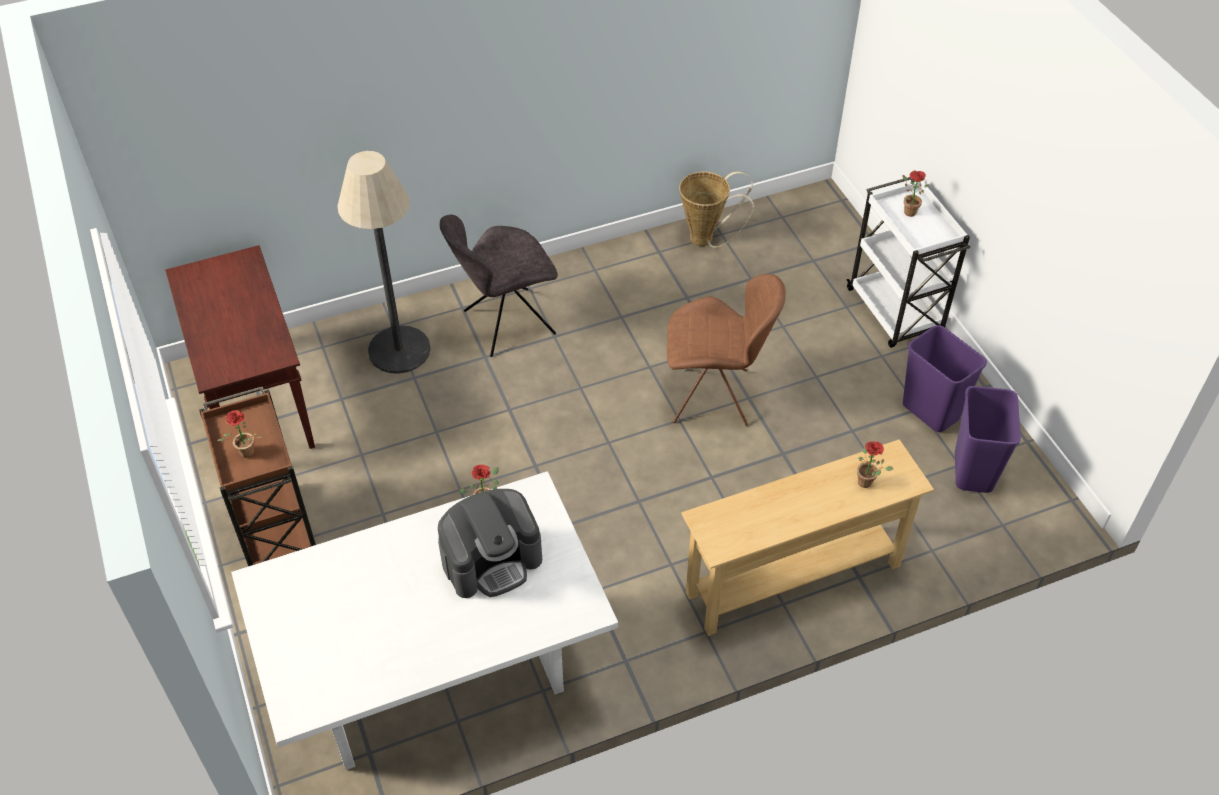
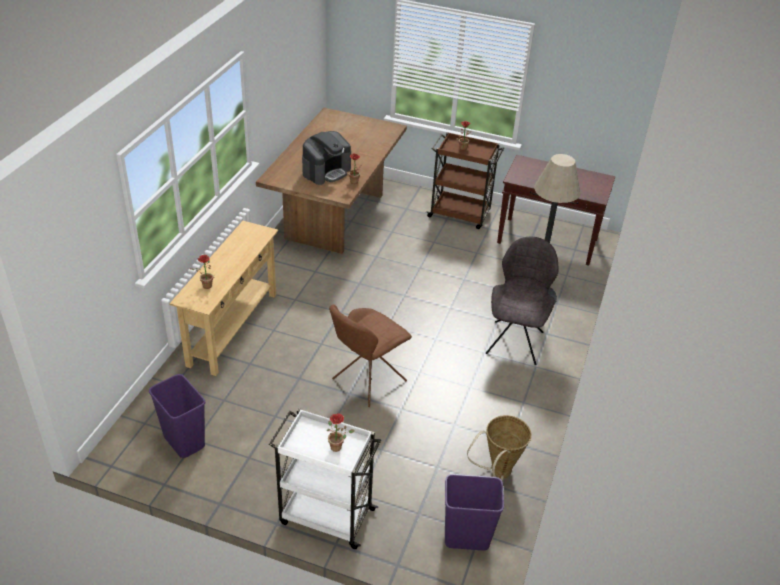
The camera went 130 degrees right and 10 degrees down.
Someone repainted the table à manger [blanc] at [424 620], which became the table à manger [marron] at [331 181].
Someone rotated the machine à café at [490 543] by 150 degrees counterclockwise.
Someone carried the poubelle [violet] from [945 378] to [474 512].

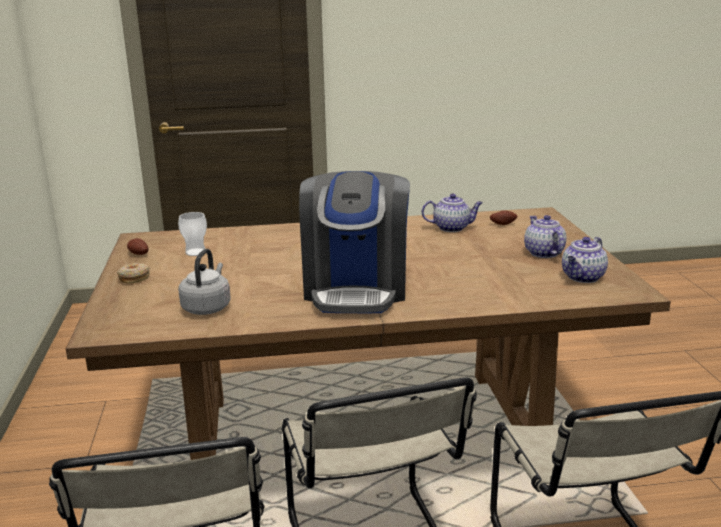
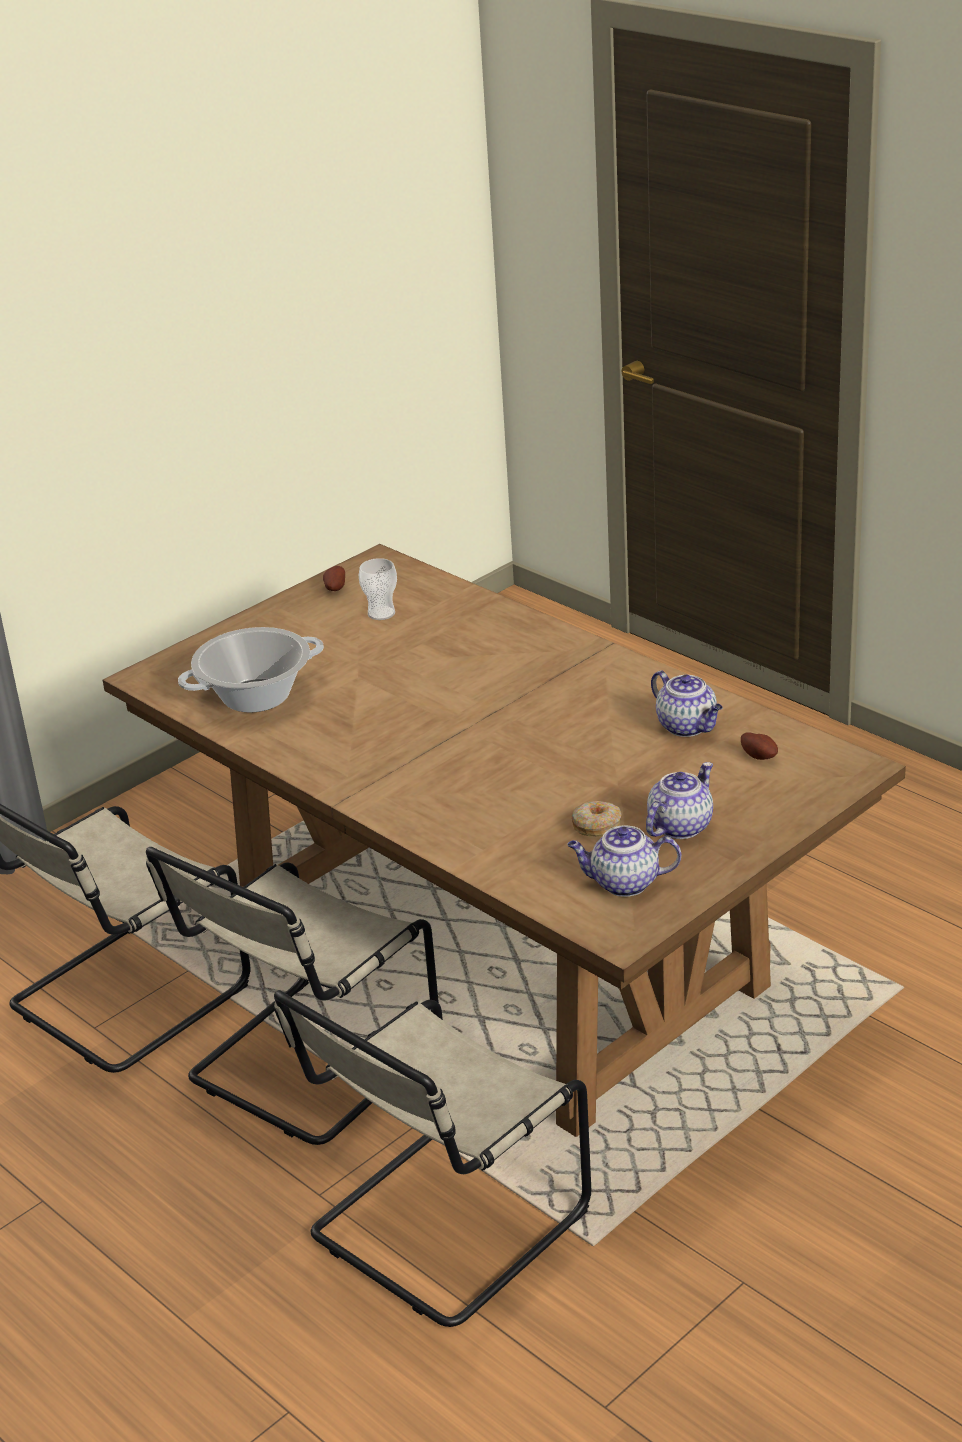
The camera went 55 degrees right and 10 degrees up.
Someone swapped the bouilloire [gris] at [204 282] for the marmite at [251 670].
Someone carried the beignet from [133 273] to [596 819].
Someone took away the machine à café at [354 242].

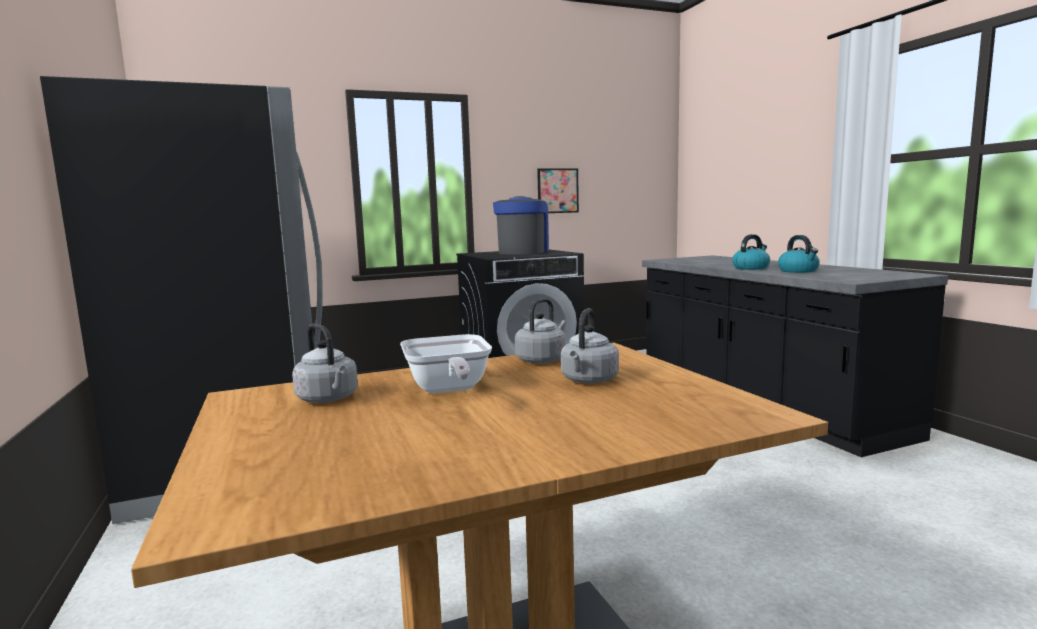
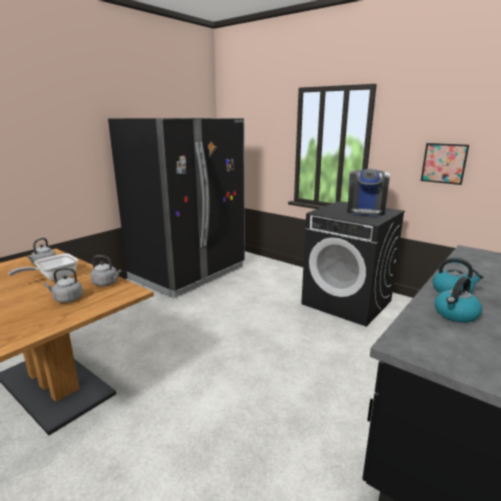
The camera went 60 degrees right and 10 degrees up.
Someone rotated the machine à café at [521 225] by 120 degrees clockwise.

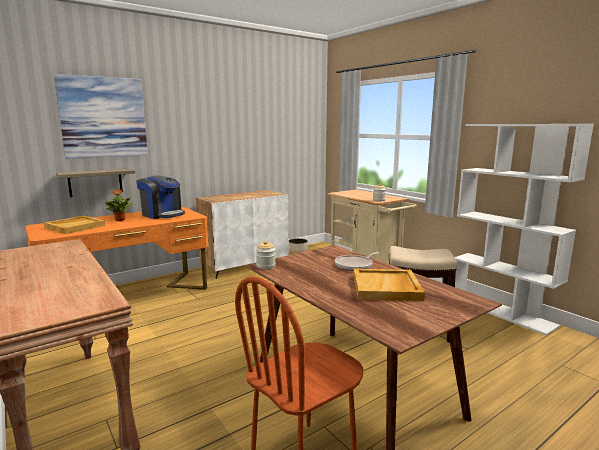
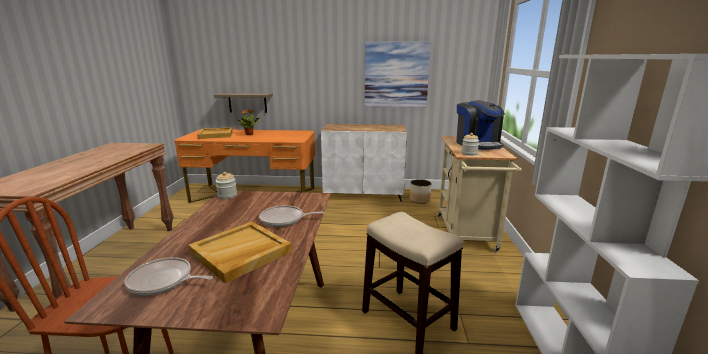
The camera went 40 degrees right and 5 degrees up.
Someone put down the poêle at [169 276].
Someone carried the tableau from [101 116] to [398 75].
Someone carried the machine à café from [160 197] to [480 125].

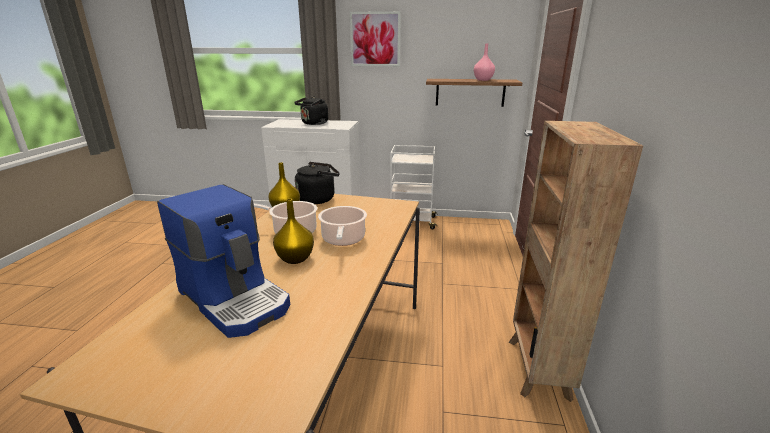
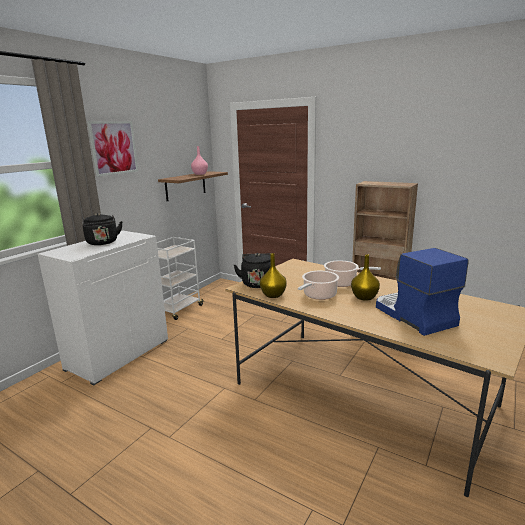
The camera went 65 degrees left and 5 degrees down.
Someone rotated the machine à café at [223 261] by 90 degrees counterclockwise.

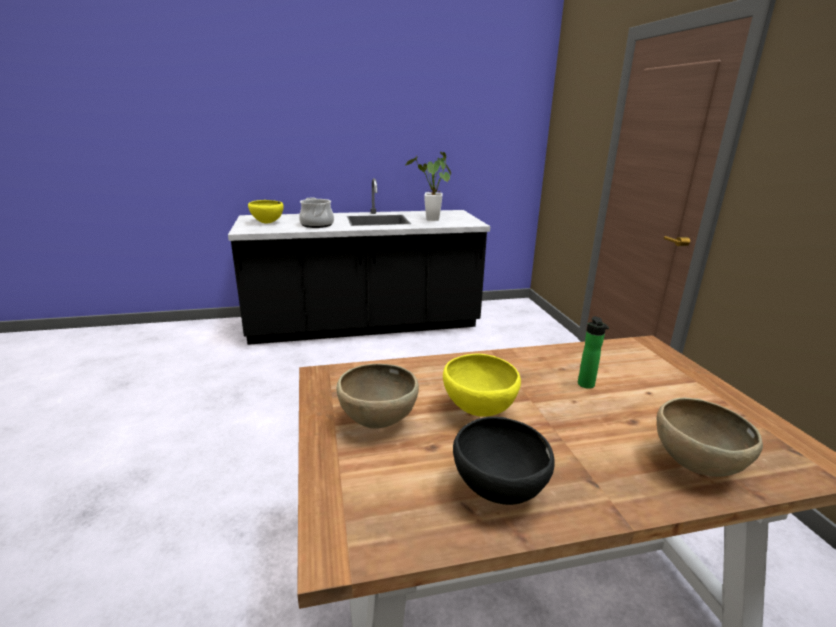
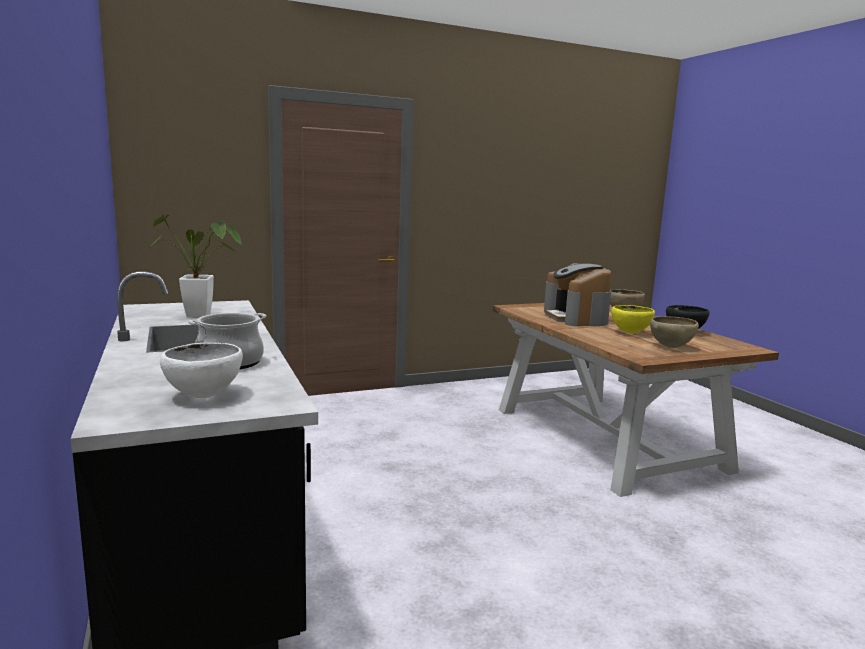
The camera went 100 degrees left and 10 degrees down.
Someone repainted the bol [jaune] at [266 212], which became the bol [blanc] at [201 370].
Someone swapped the bouteille at [593 352] for the machine à café at [578 294].

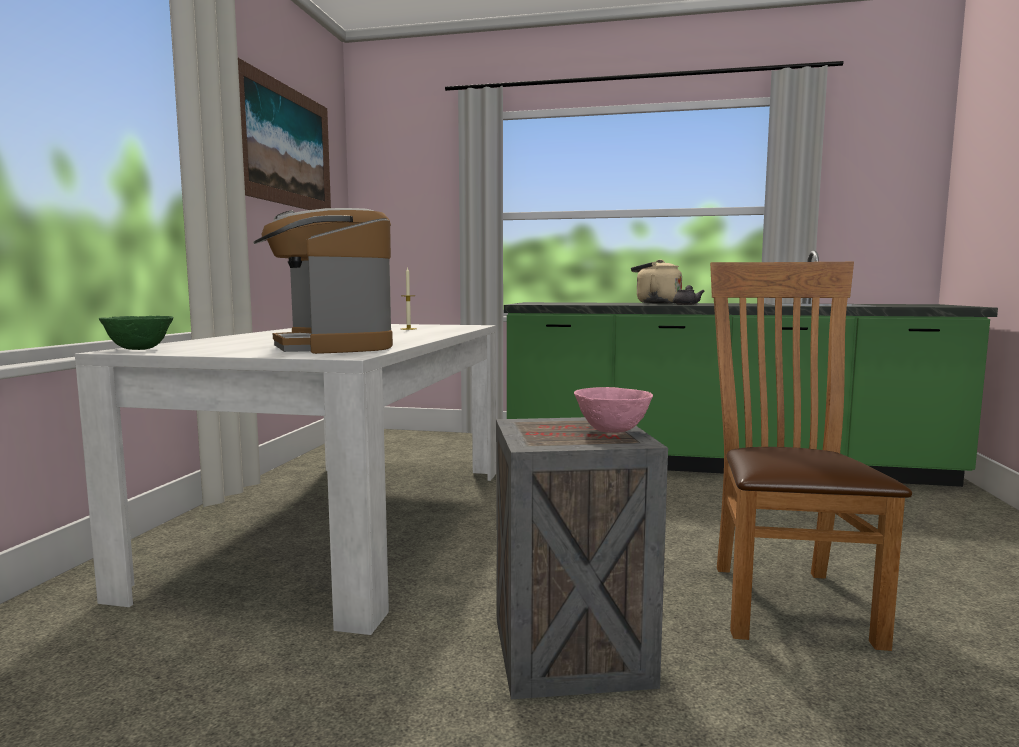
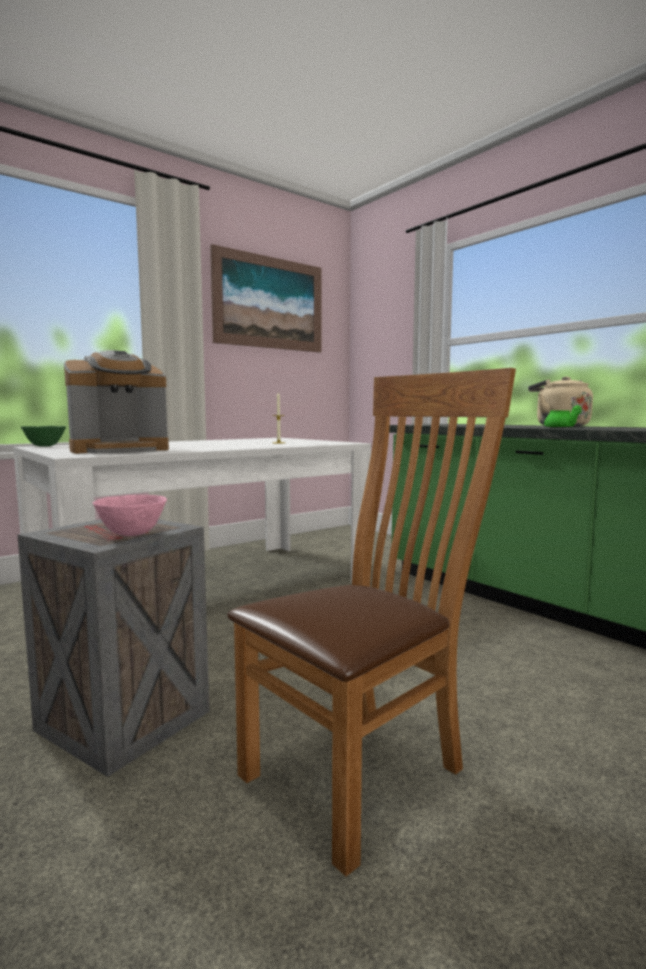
The camera went 40 degrees right and 0 degrees up.
Someone rotated the machine à café at [323 281] by 135 degrees counterclockwise.
Someone repainted the théière [gris] at [688 295], which became the théière [vert] at [563 416].

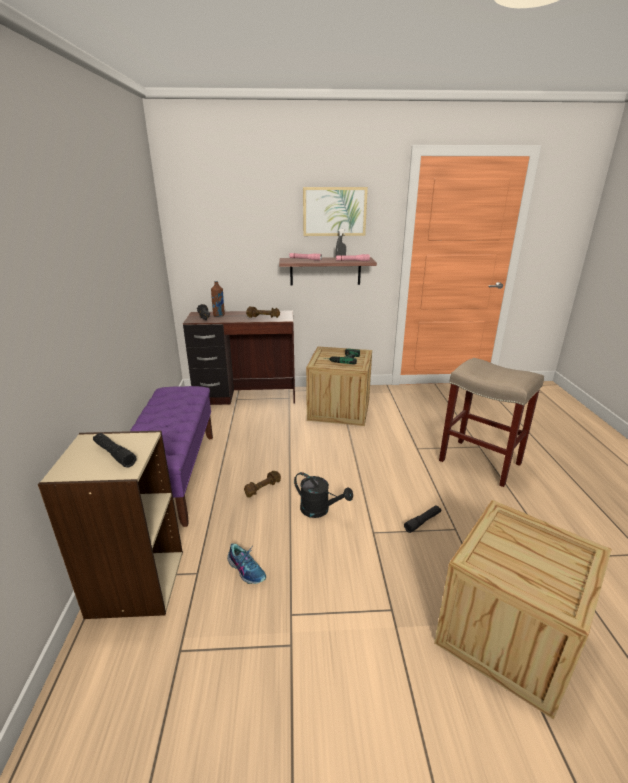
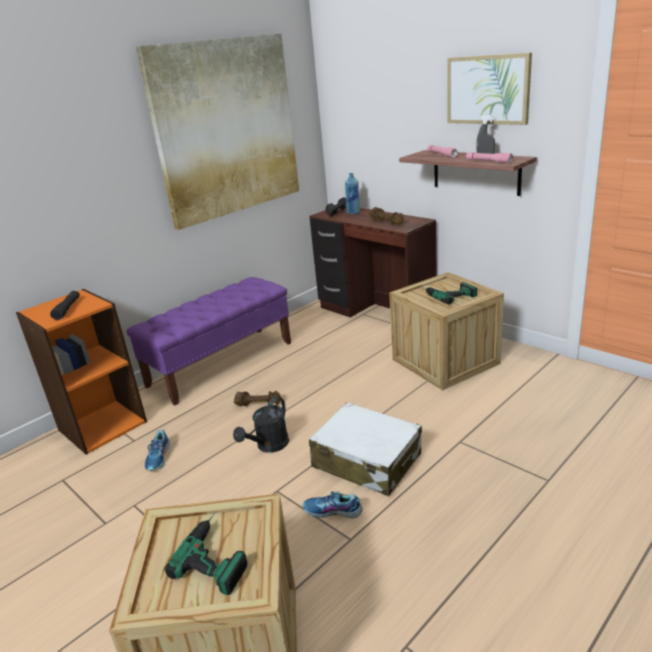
The camera went 50 degrees right and 0 degrees up.
Someone repainted the bibliothèque [beige] at [110 525], which became the bibliothèque [orange] at [81 372].
Someone put up the tableau at [217 131].
Someone put down the perceuse at [205 553].
Someone rotated the arrosoir [noir] at [323 495] by 45 degrees clockwise.
Someone swapped the lampe de poche [noir] at [422 519] for the chaussure at [333 504].
Someone put down the valise [blanc] at [365 449].
Someone repainted the bouteille [marron] at [218 299], which became the bouteille [bleu] at [352 193].
Someone took away the tabouret [beige] at [491 422].

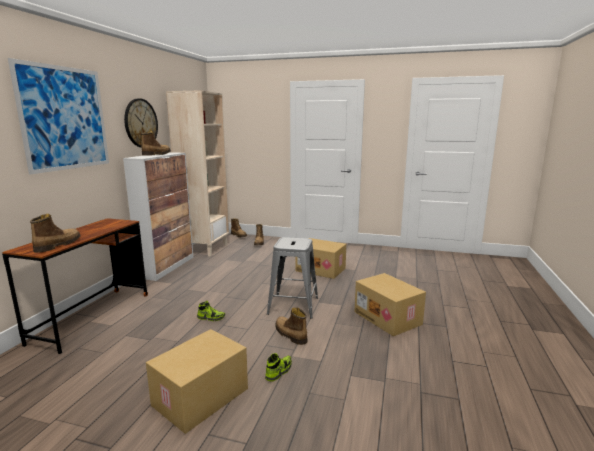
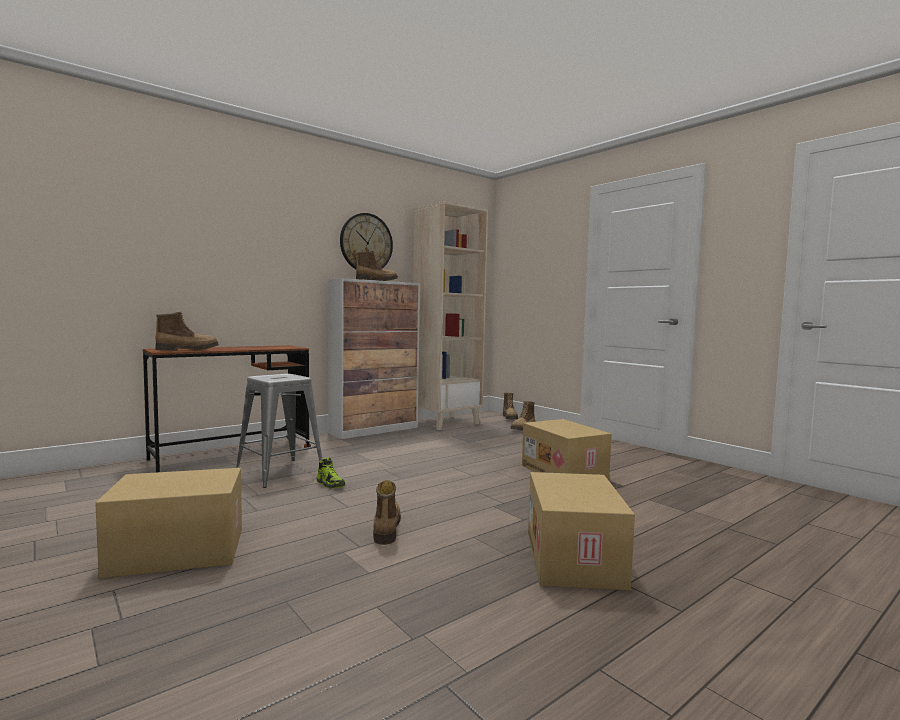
The camera went 35 degrees right and 10 degrees down.
Someone carried the tabouret [gris] from [292 278] to [279 431].
Someone took away the tableau at [58 116].
Someone took away the chaussure at [278 367].

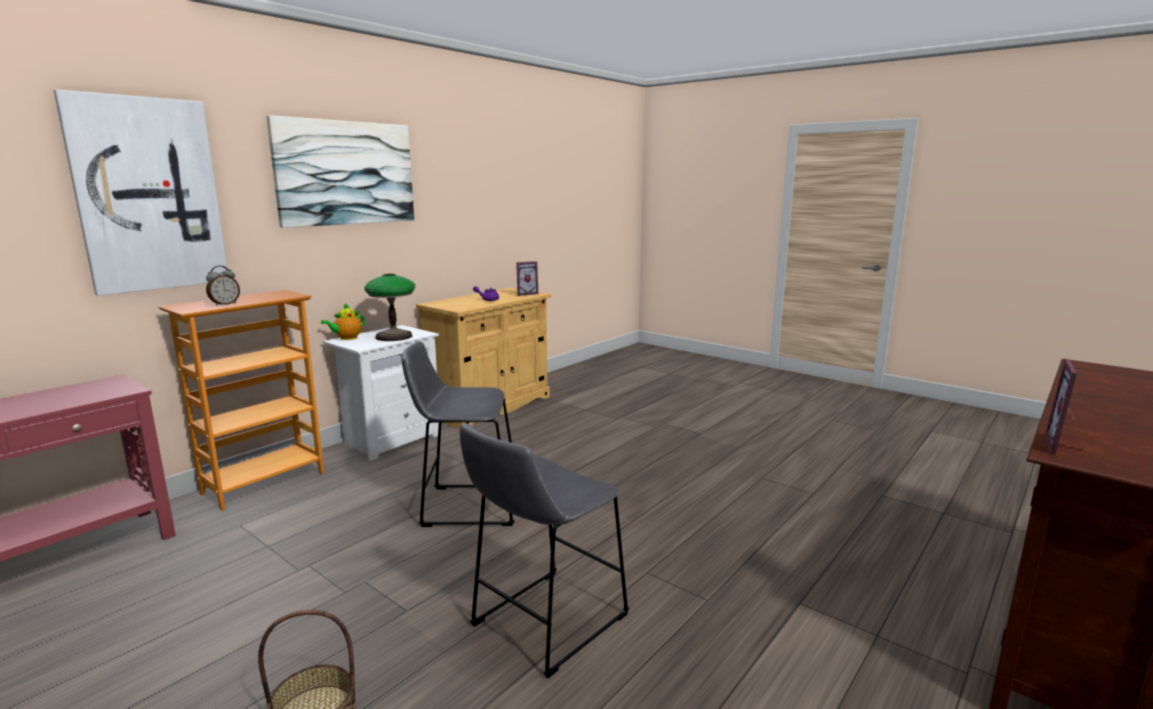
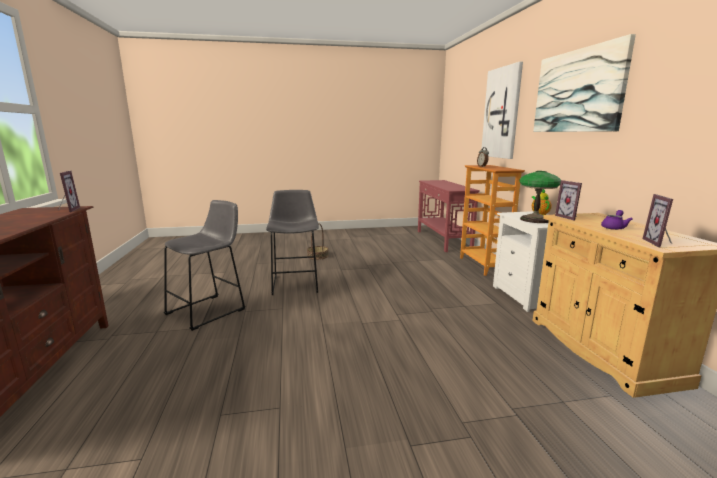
The camera went 130 degrees right and 0 degrees up.
Someone carried the tabouret [gris] from [458 434] to [205 265].
Someone put down the cadre photo at [568 200].

